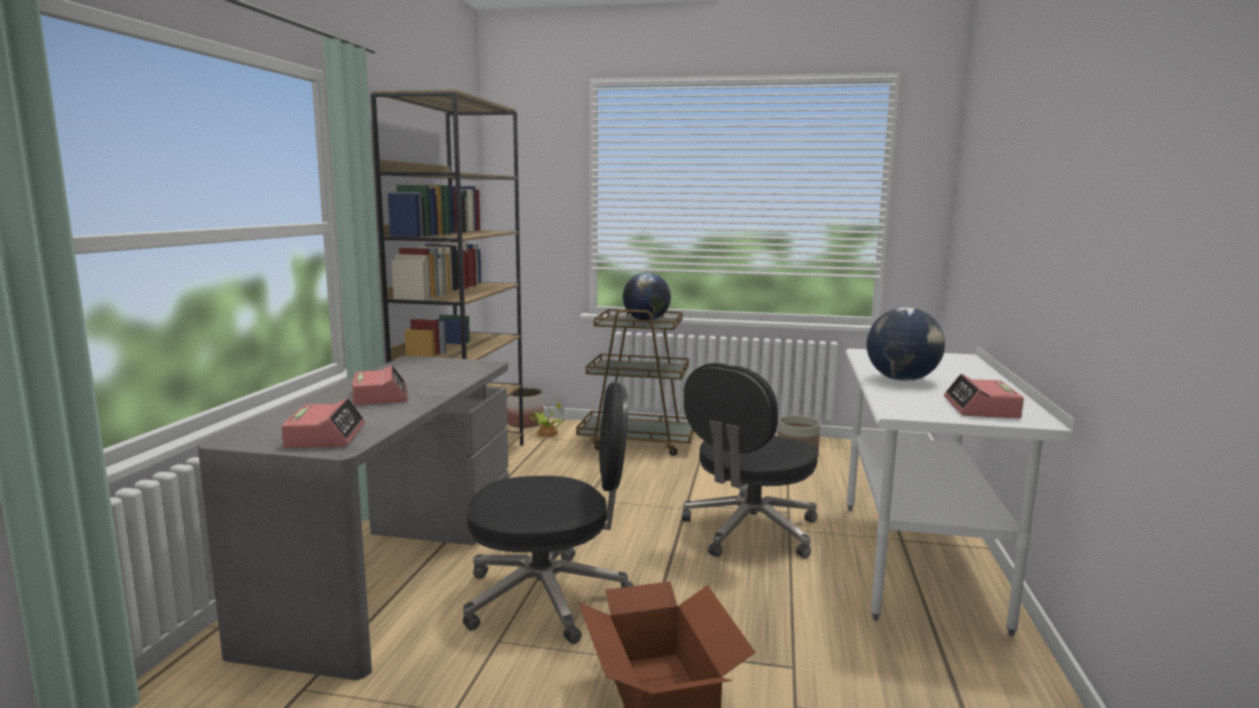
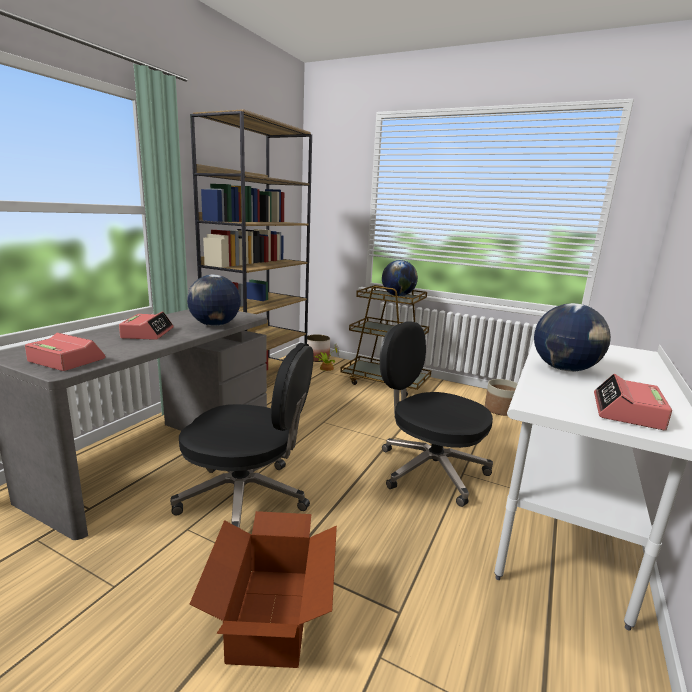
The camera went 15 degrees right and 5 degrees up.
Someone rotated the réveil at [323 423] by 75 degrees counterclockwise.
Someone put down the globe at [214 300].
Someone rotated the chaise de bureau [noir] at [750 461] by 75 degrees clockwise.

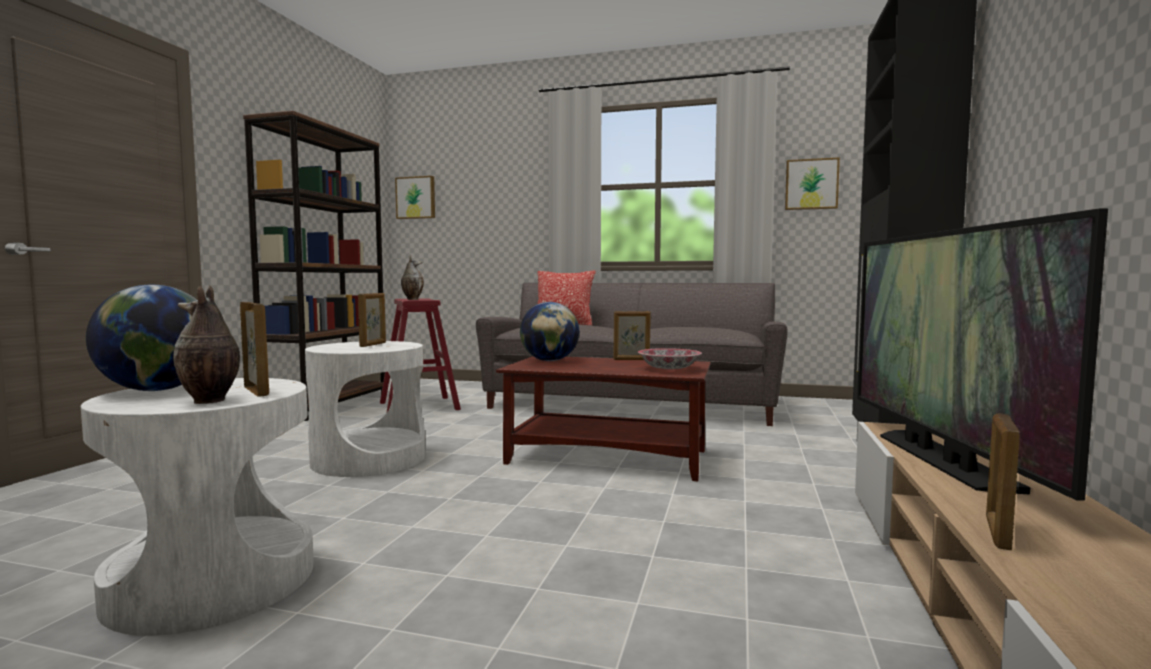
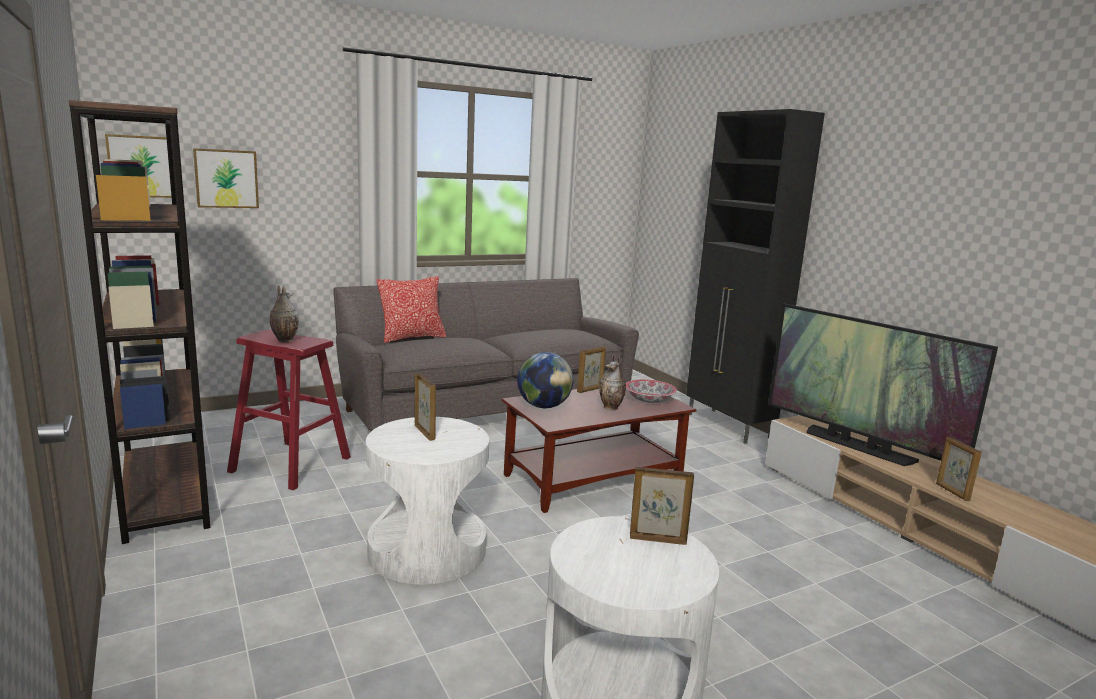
The camera went 45 degrees left and 10 degrees up.
Someone carried the tableau from [812 183] to [226 178].
Someone carried the vase from [206 344] to [612 382].
Someone took away the globe at [141 338].

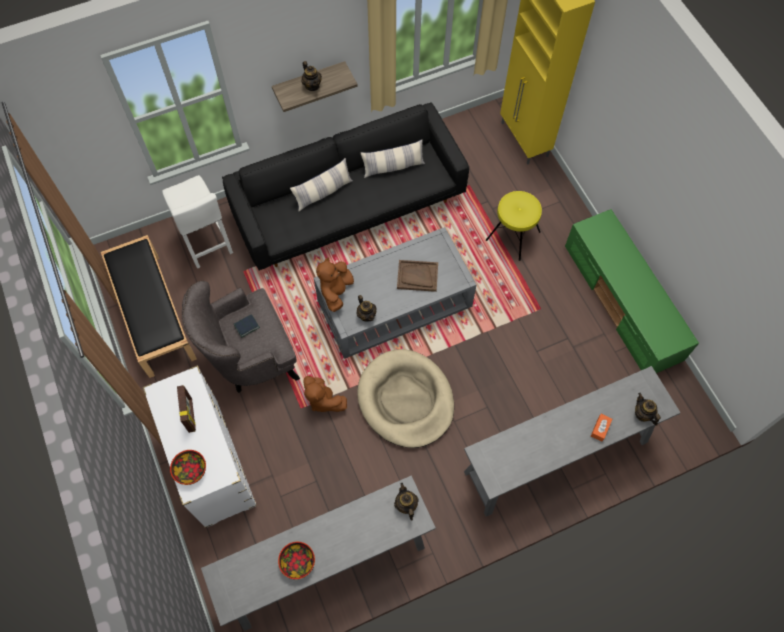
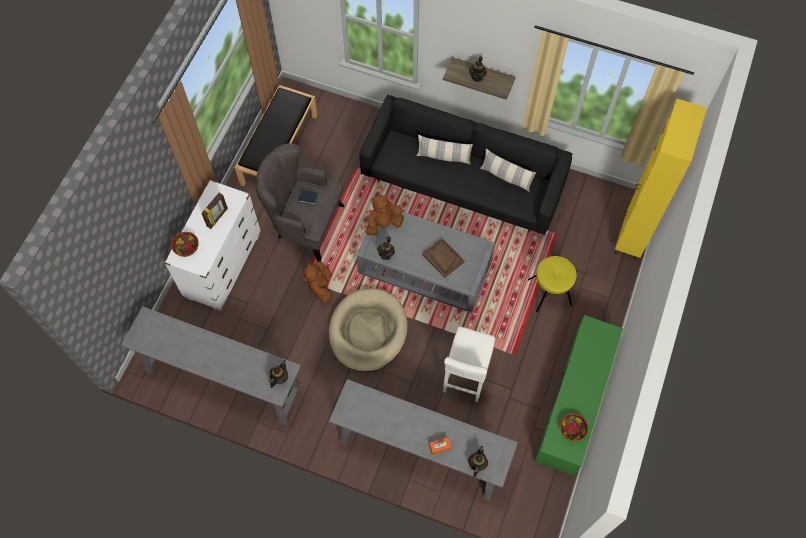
The camera went 45 degrees right and 0 degrees up.
Someone carried the tabouret [blanc] from [197 222] to [469 364].
Someone carried the bol from [296 560] to [574 427].

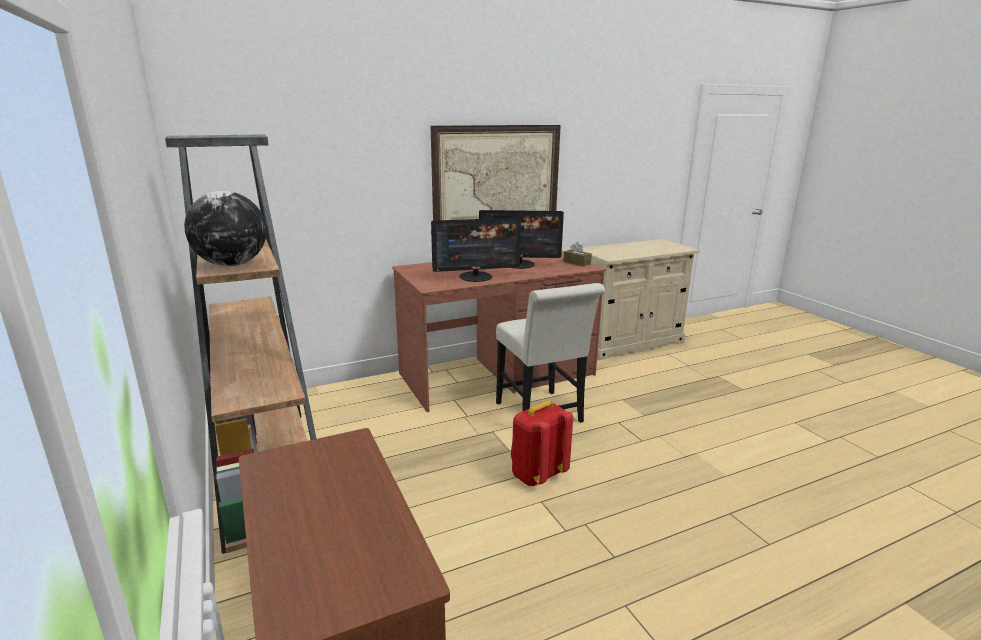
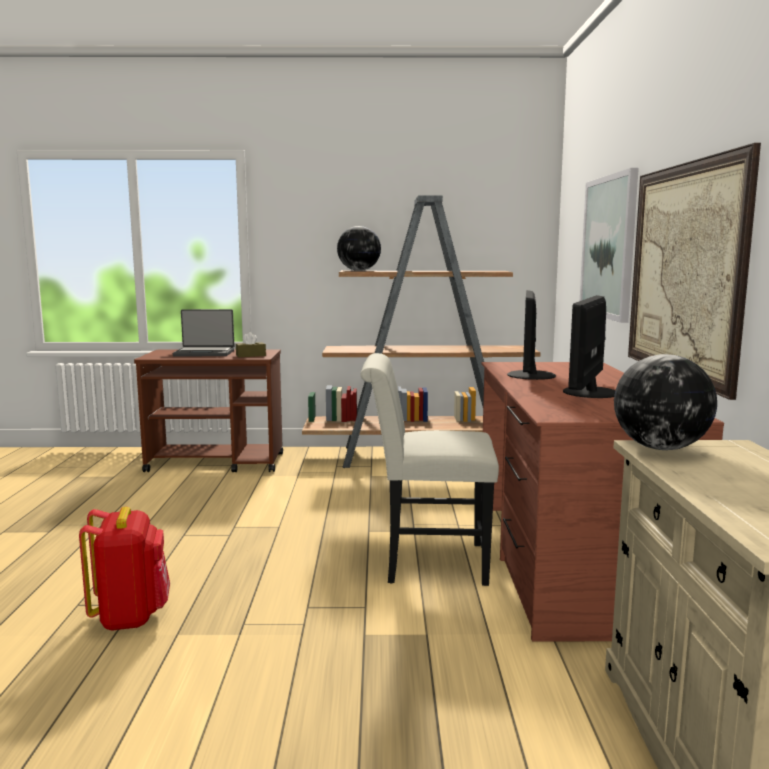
The camera went 115 degrees right and 10 degrees down.
Someone carried the sac à dos [rouge] from [542 443] to [124 569].
Someone put down the ordinateur portable at [203 332].
Someone carried the boîte à mouchoirs [marron] from [577 254] to [251 344].
Someone put up the tableau at [609 245].
Someone put down the globe at [665 402].

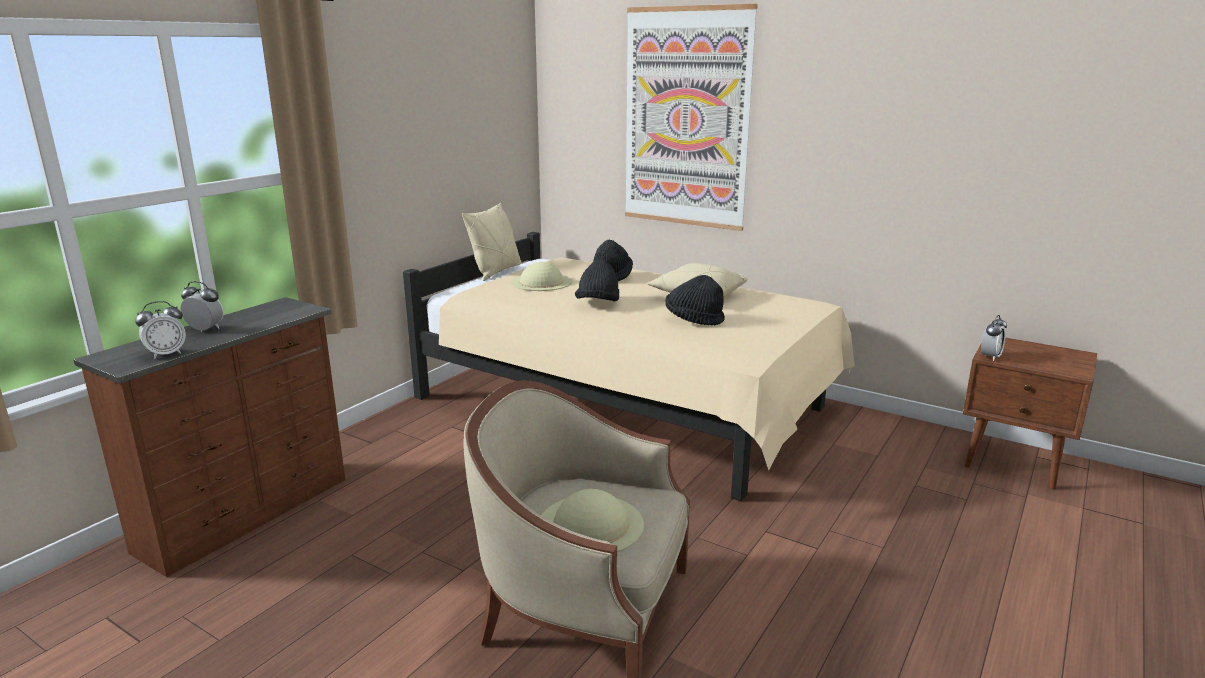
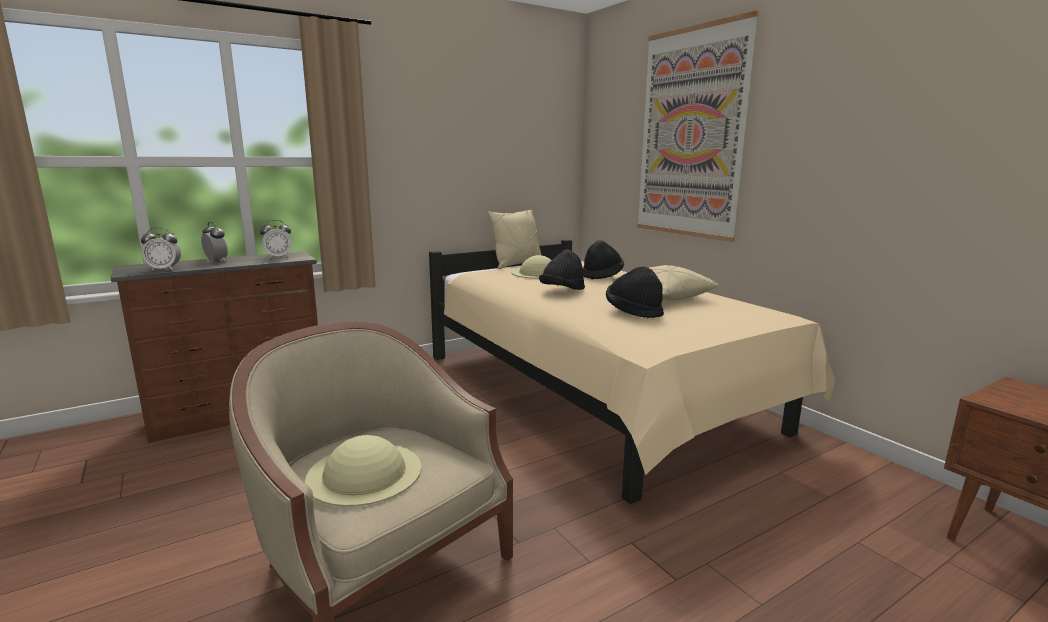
The camera went 25 degrees right and 5 degrees down.
Someone carried the réveil from [994 338] to [276 239].

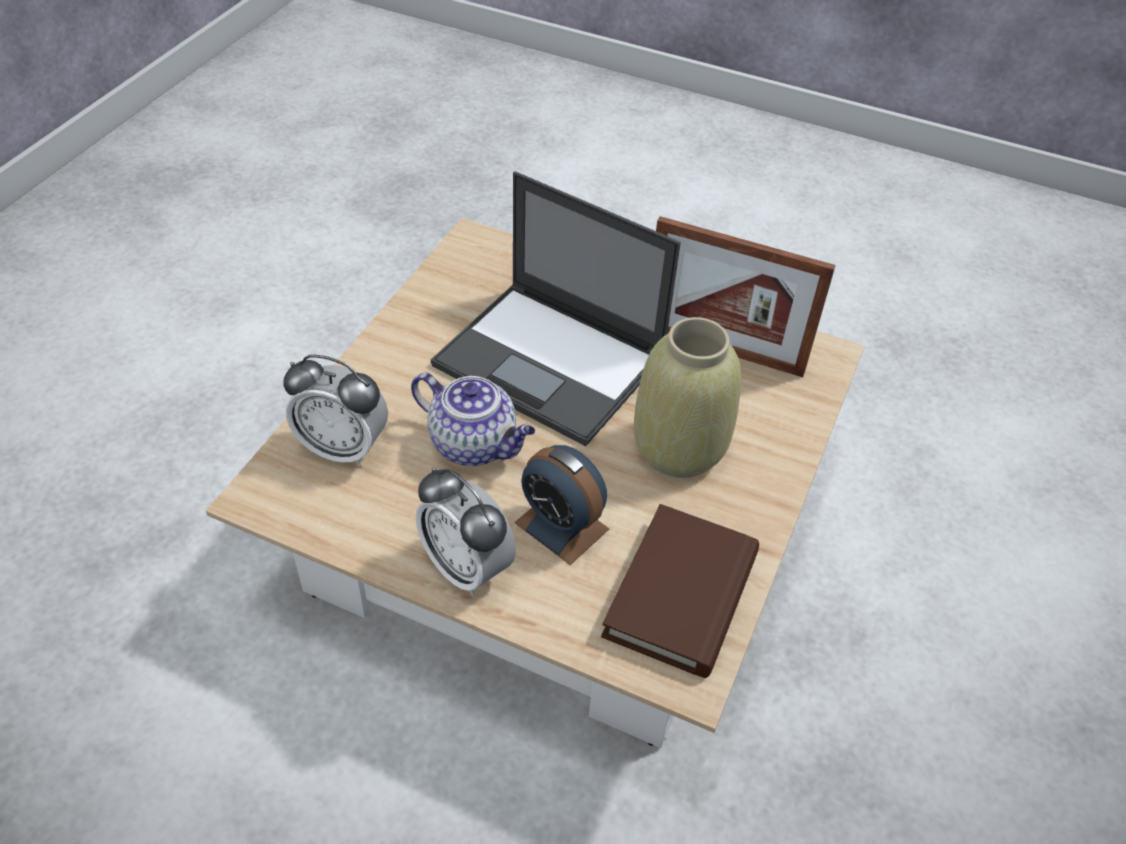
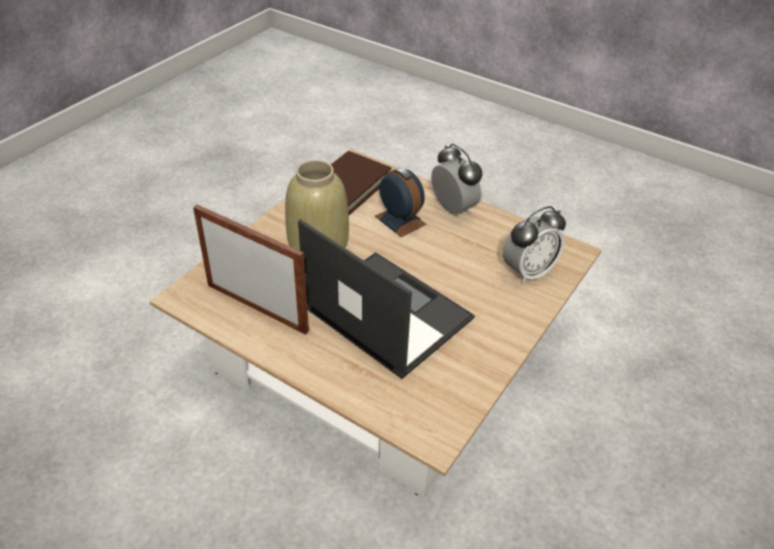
The camera went 170 degrees left and 5 degrees down.
Someone rotated the réveil at [335 410] by 120 degrees clockwise.
Someone took away the théière at [473 419].

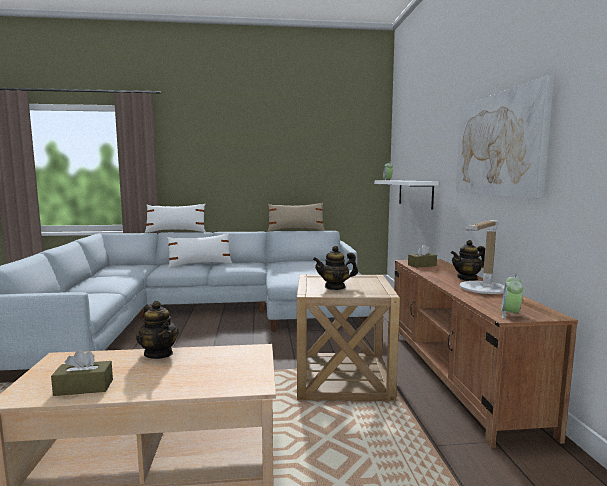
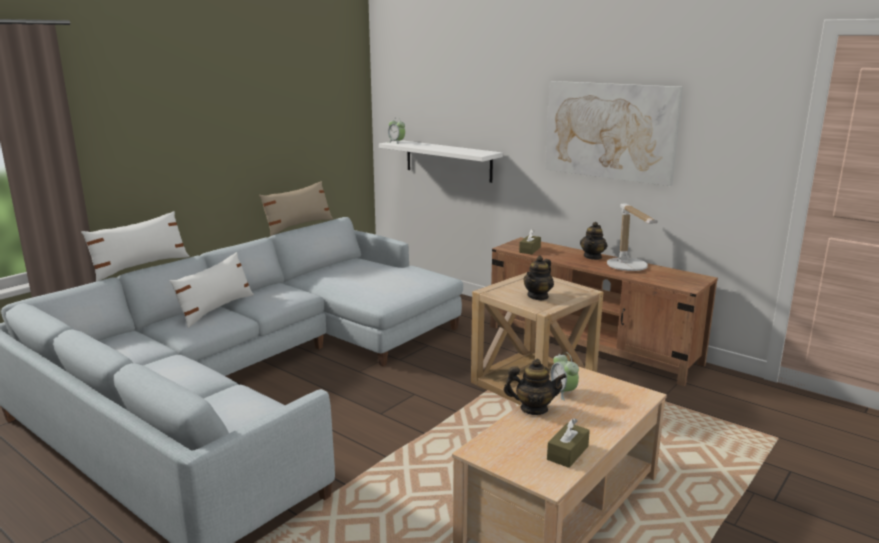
The camera went 45 degrees left and 10 degrees up.
Someone carried the réveil from [512 296] to [564 376].

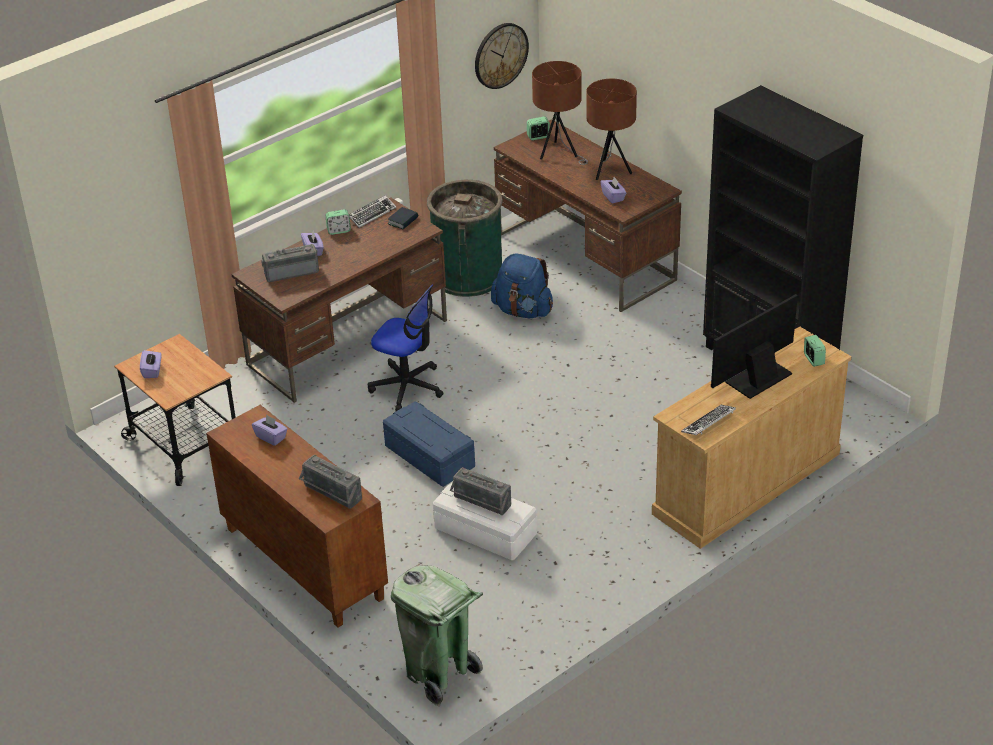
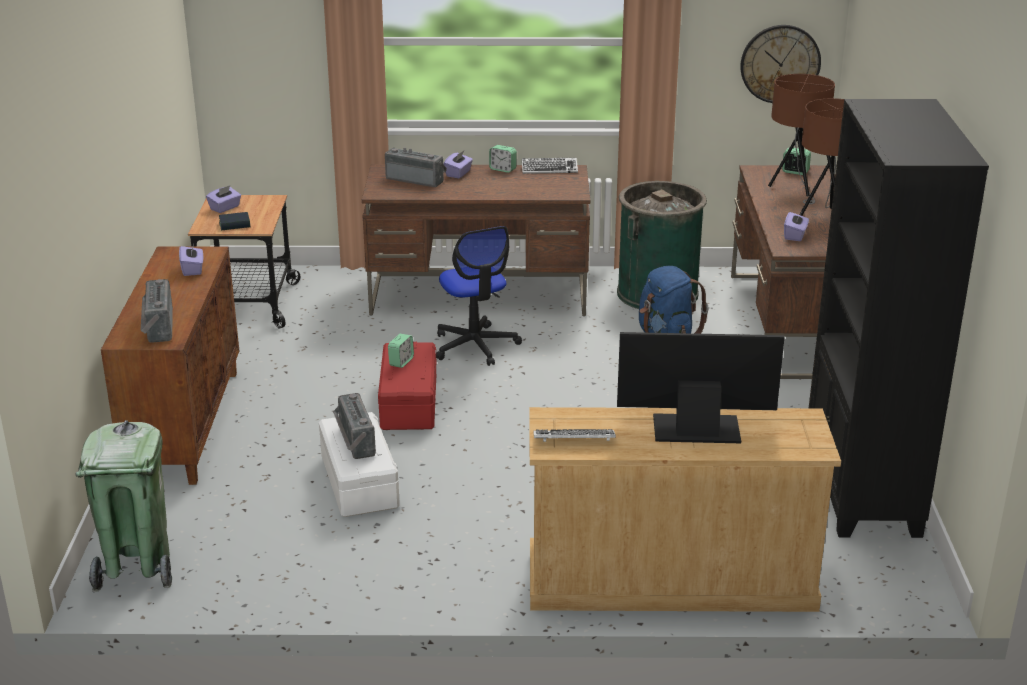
The camera went 40 degrees right and 10 degrees down.
Someone carried the livre from [403 218] to [234 221].
Someone repainted the boîte de rangement [bleu] at [429 444], which became the boîte de rangement [rouge] at [407 386].
Someone carried the réveil from [815 351] to [401 351].

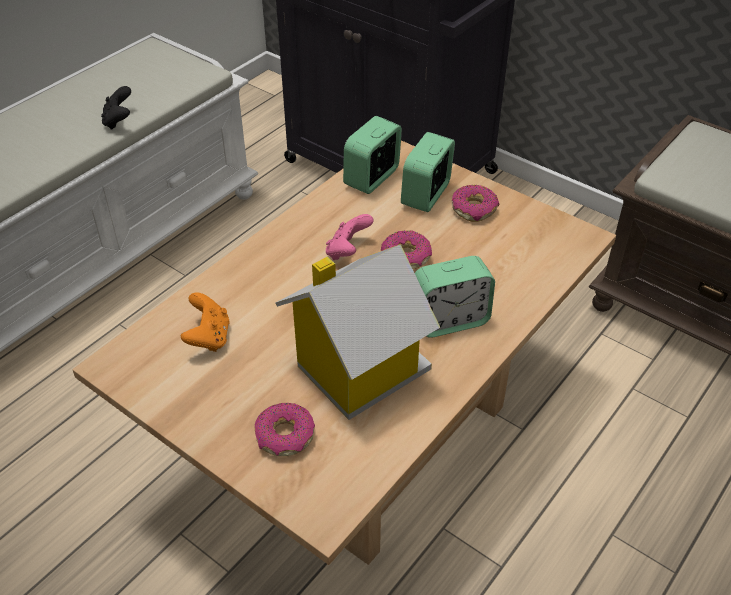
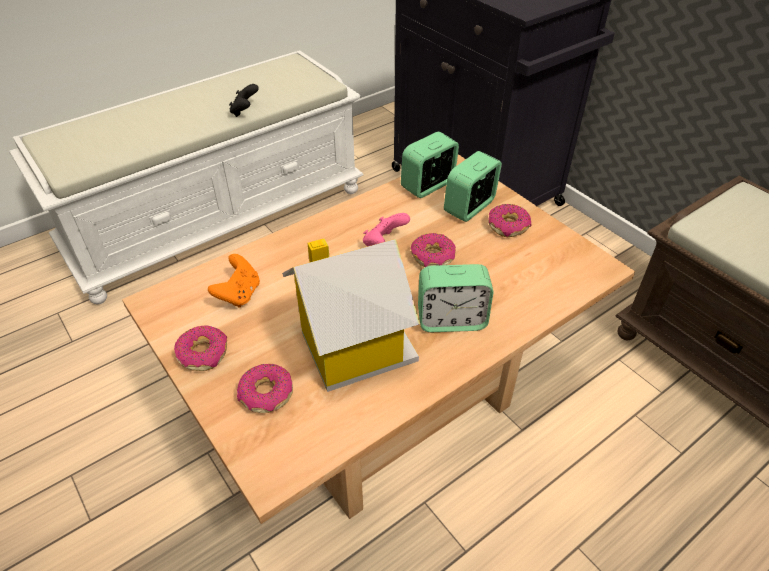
The camera went 15 degrees right and 0 degrees up.
Someone put down the beignet at [200 348].

